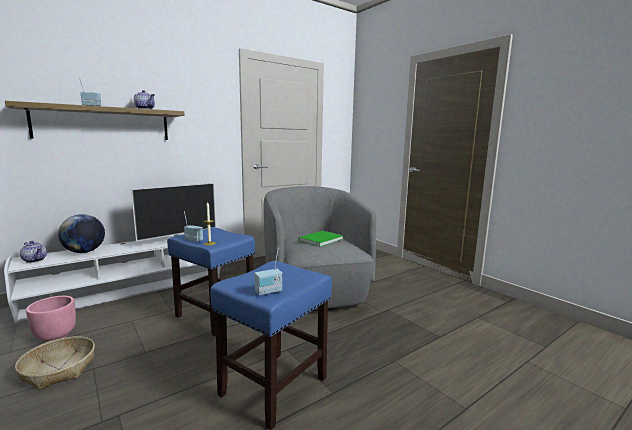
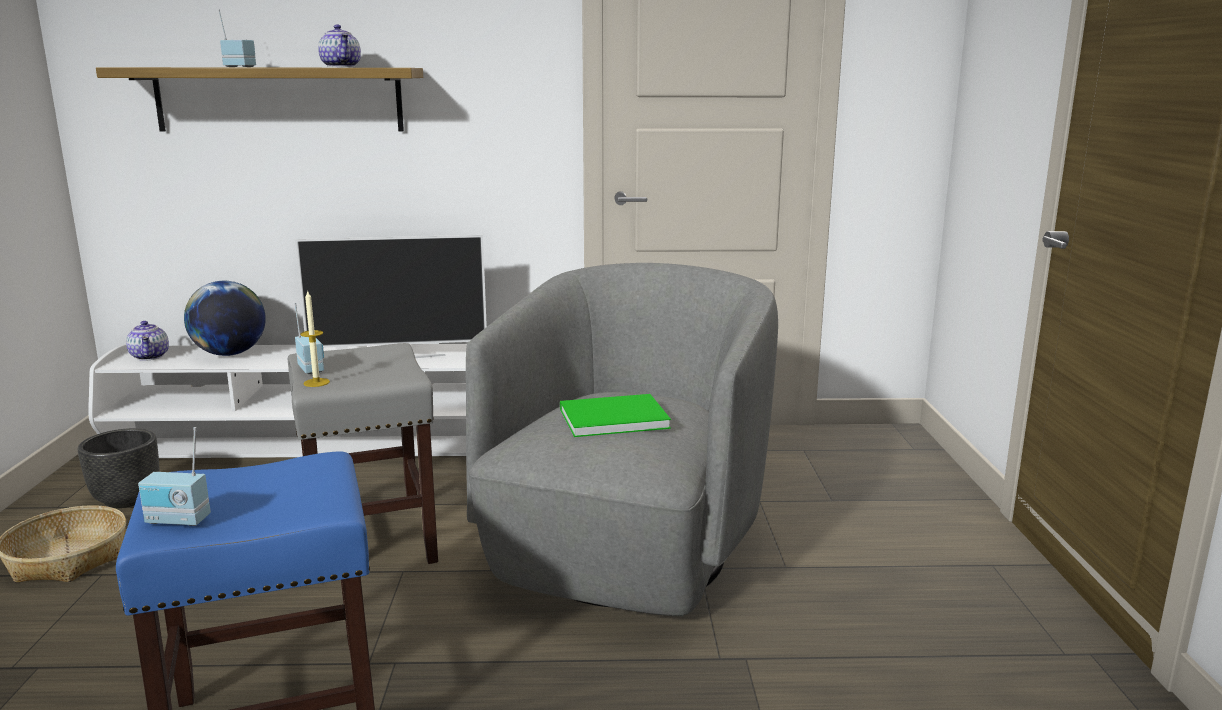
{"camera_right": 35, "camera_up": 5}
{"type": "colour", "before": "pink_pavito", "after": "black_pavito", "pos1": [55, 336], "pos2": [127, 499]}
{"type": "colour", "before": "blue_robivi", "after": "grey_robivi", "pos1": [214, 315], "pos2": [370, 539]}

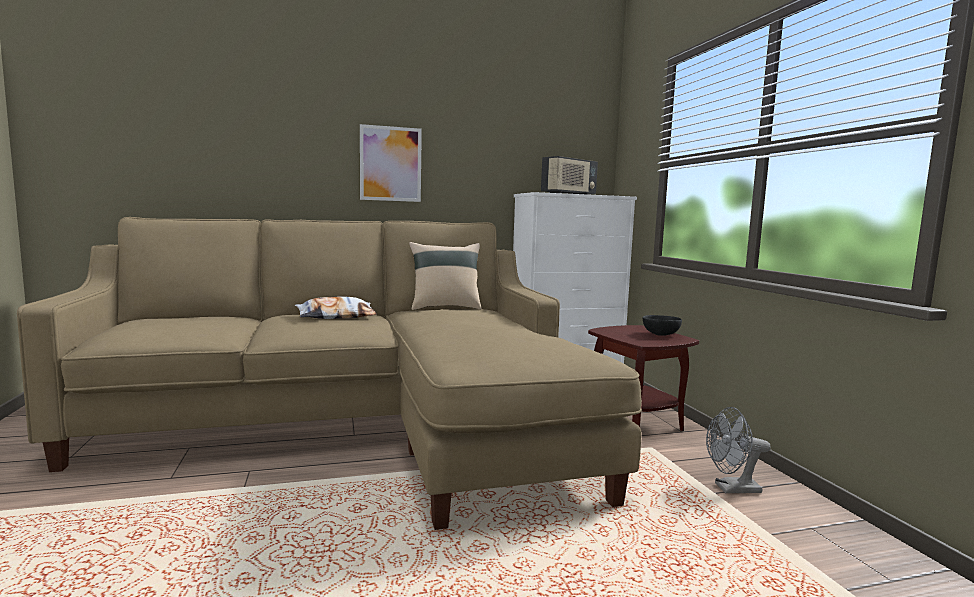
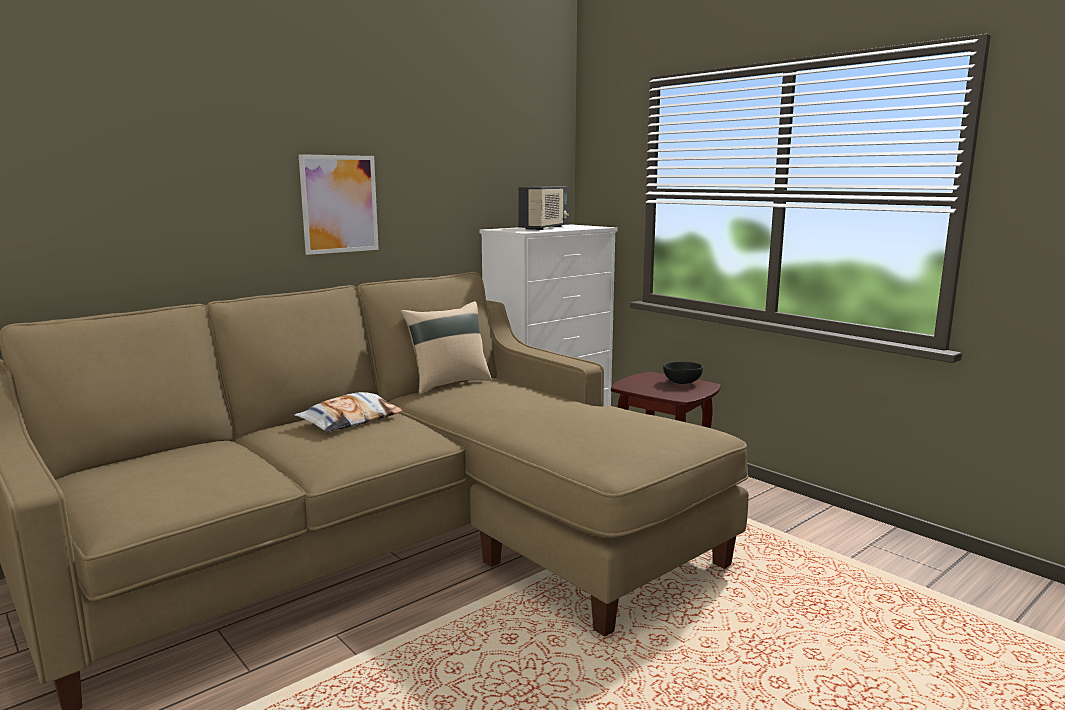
{"camera_right": -25, "camera_up": 5}
{"type": "missing", "before": "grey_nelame", "pos1": [731, 489]}

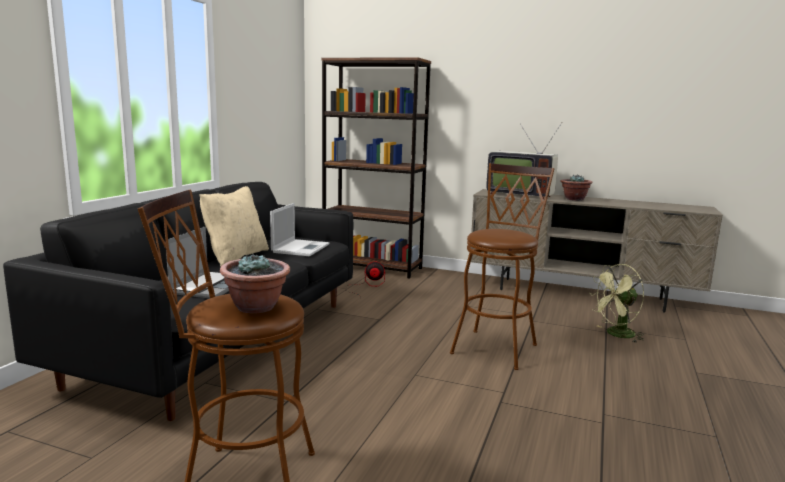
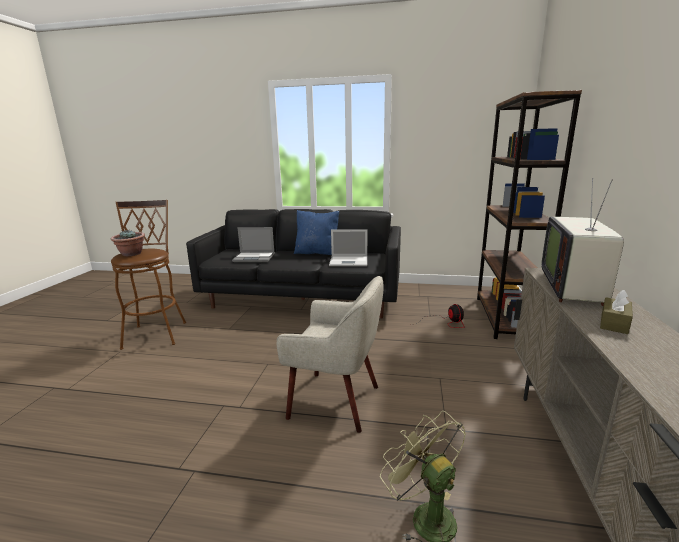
{"camera_right": 80, "camera_up": 5}
{"type": "exchanged", "before": "brown_robivi", "after": "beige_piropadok", "pos1": [497, 346], "pos2": [336, 401]}
{"type": "exchanged", "before": "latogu", "after": "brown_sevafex", "pos1": [574, 199], "pos2": [614, 323]}
{"type": "colour", "before": "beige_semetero", "after": "blue_semetero", "pos1": [235, 256], "pos2": [317, 253]}

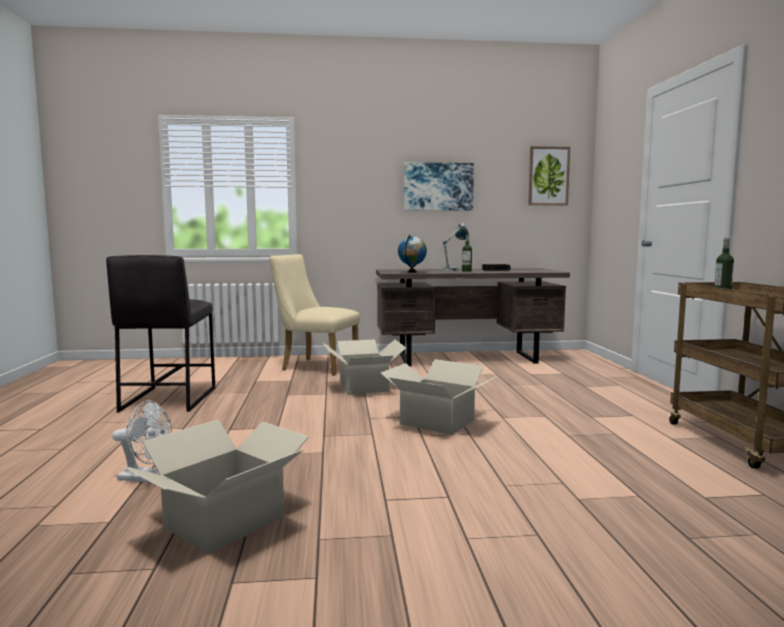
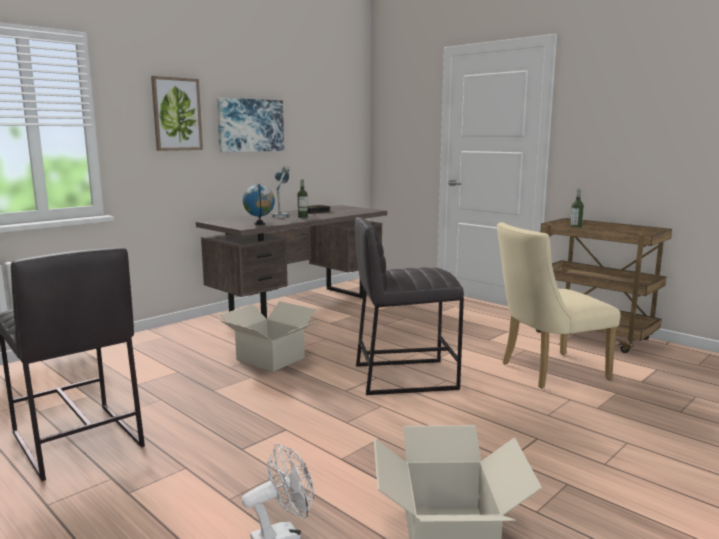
{"camera_right": -40, "camera_up": 5}
{"type": "relocated", "before": "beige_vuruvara", "pos1": [315, 366], "pos2": [546, 371]}
{"type": "relocated", "before": "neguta", "pos1": [548, 176], "pos2": [176, 114]}
{"type": "exchanged", "before": "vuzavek", "after": "grey_robivi", "pos1": [437, 421], "pos2": [404, 376]}

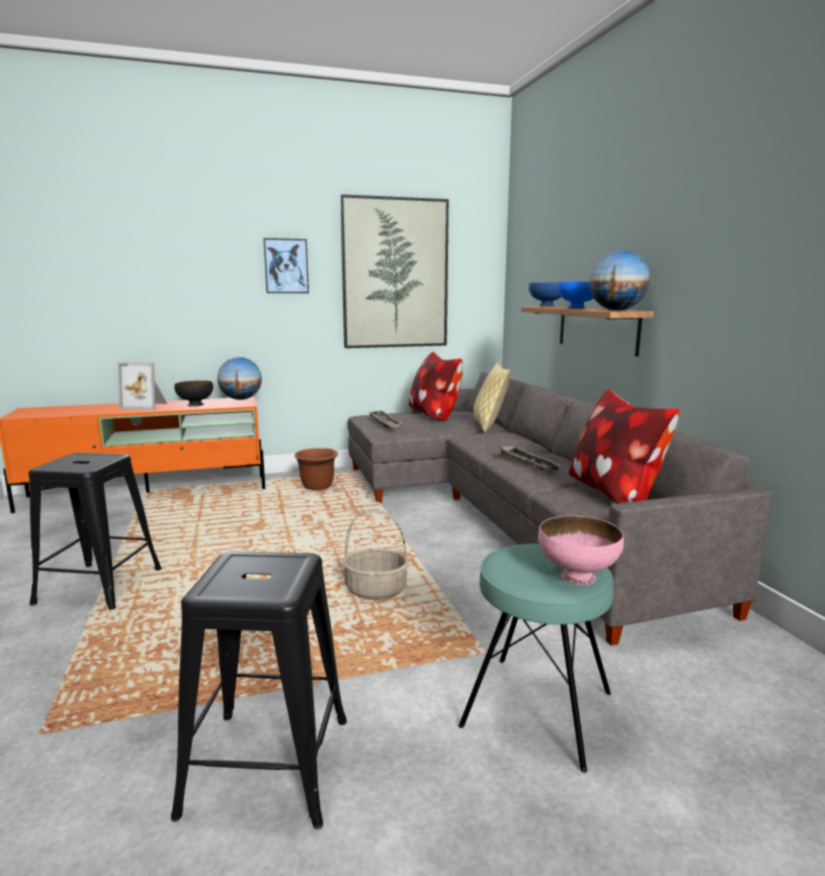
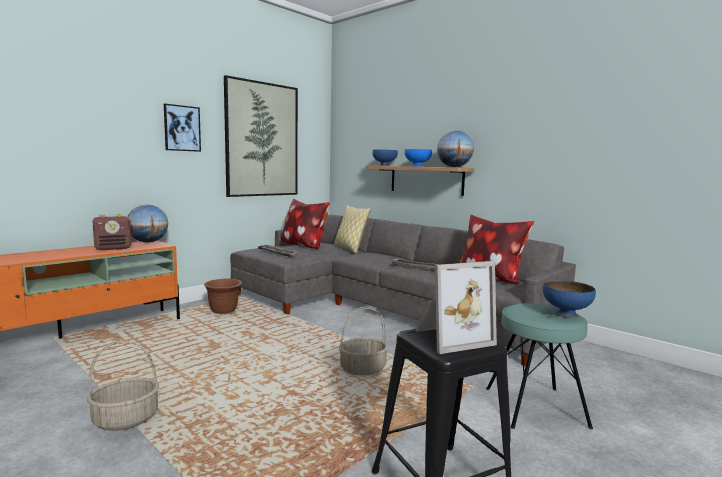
{"camera_right": -30, "camera_up": -5}
{"type": "relocated", "before": "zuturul", "pos1": [146, 406], "pos2": [450, 337]}
{"type": "exchanged", "before": "black_robivi", "after": "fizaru", "pos1": [99, 586], "pos2": [125, 420]}
{"type": "exchanged", "before": "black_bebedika", "after": "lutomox", "pos1": [195, 405], "pos2": [113, 248]}
{"type": "colour", "before": "pink_bebedika", "after": "blue_bebedika", "pos1": [577, 576], "pos2": [566, 314]}

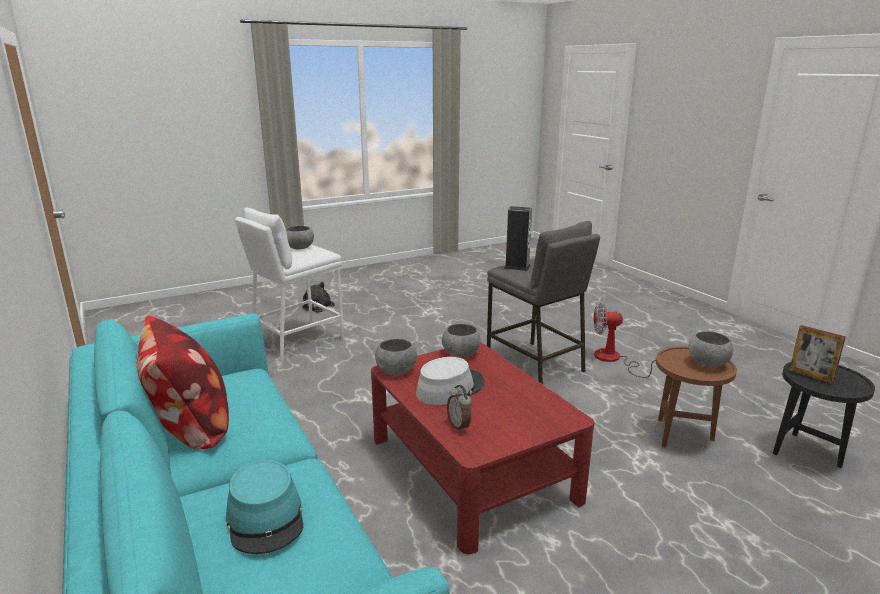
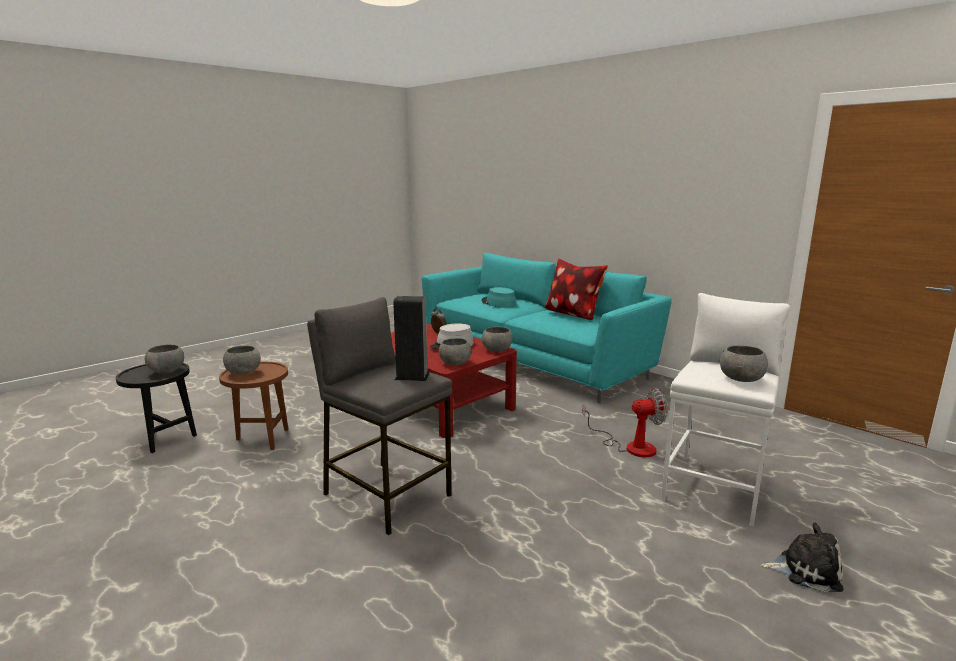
{"camera_right": 165, "camera_up": -5}
{"type": "relocated", "before": "nelame", "pos1": [614, 360], "pos2": [630, 446]}
{"type": "exchanged", "before": "zuturul", "after": "grey_bebedika", "pos1": [811, 376], "pos2": [166, 371]}

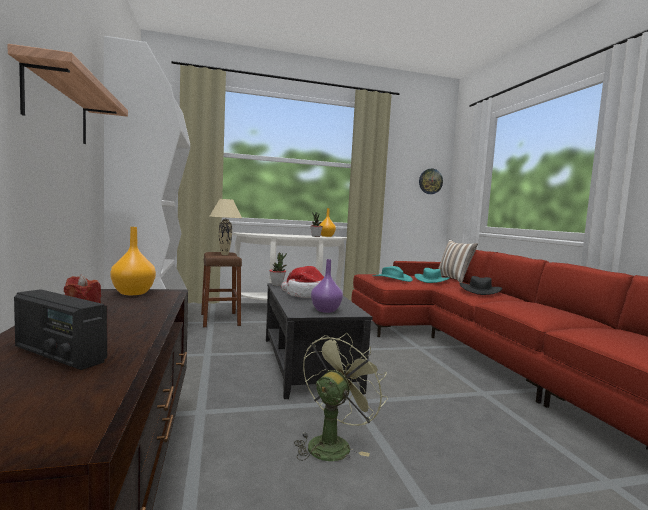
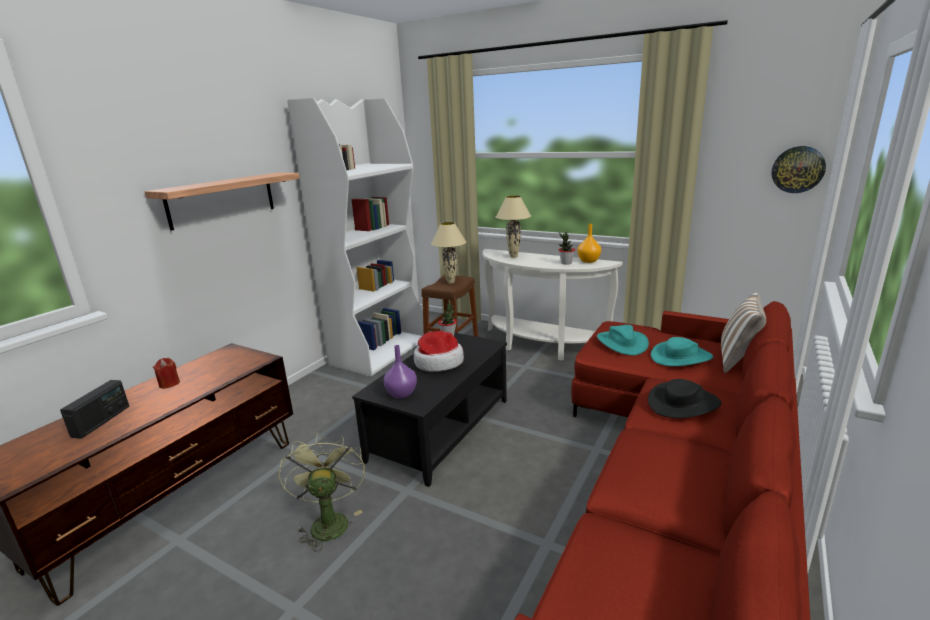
{"camera_right": 45, "camera_up": 15}
{"type": "missing", "before": "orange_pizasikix", "pos1": [133, 293]}
{"type": "appeared", "after": "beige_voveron", "pos2": [513, 257]}
{"type": "spun", "before": "lutomox", "pos1": [59, 355], "pos2": [101, 421], "turn": -150}
{"type": "spun", "before": "green_nelame", "pos1": [333, 443], "pos2": [328, 521], "turn": -90}

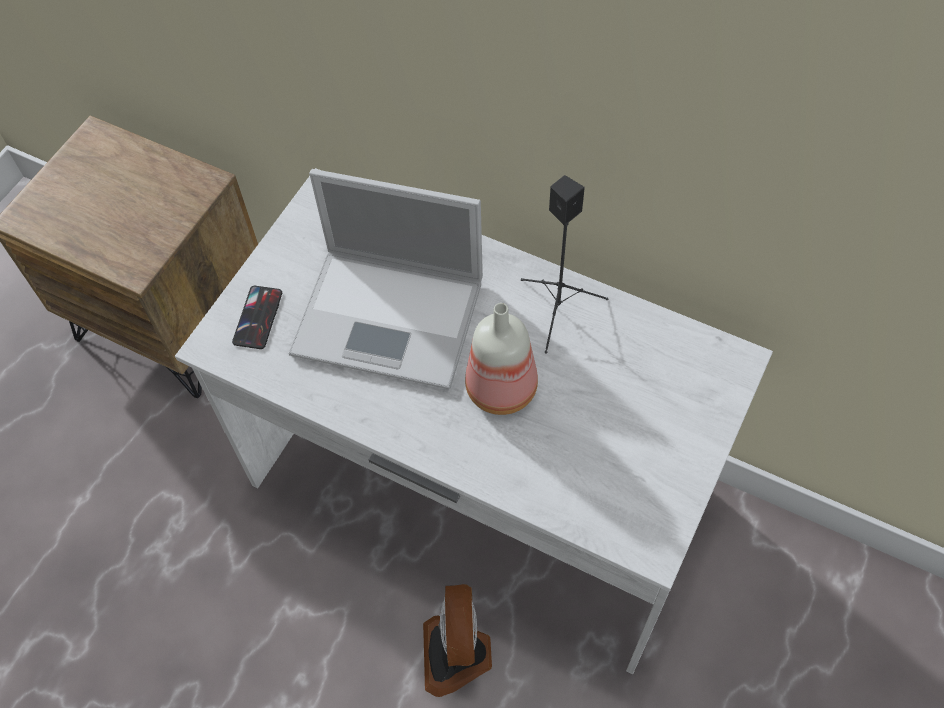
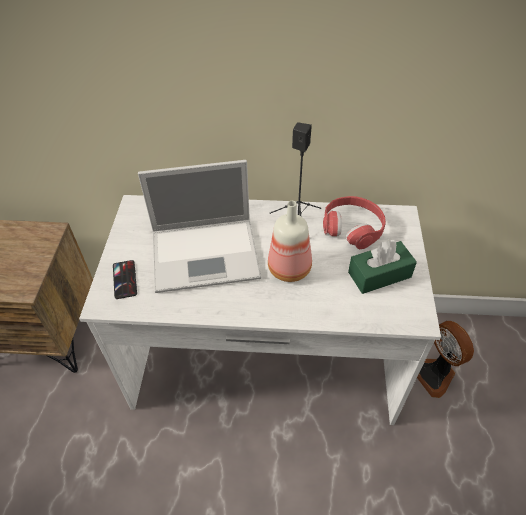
{"camera_right": -25, "camera_up": -10}
{"type": "appeared", "after": "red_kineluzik", "pos2": [352, 227]}
{"type": "appeared", "after": "green_sevafex", "pos2": [379, 274]}
{"type": "relocated", "before": "nelame", "pos1": [458, 654], "pos2": [434, 373]}

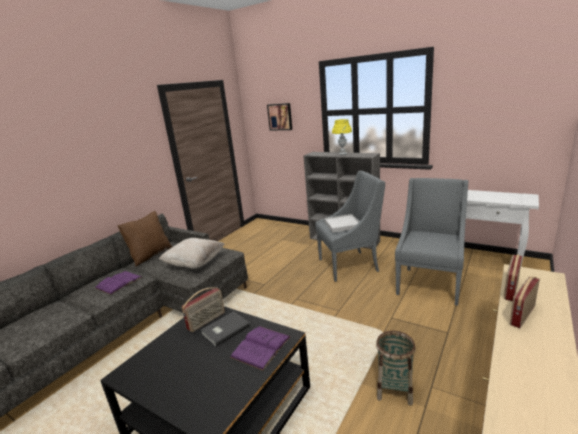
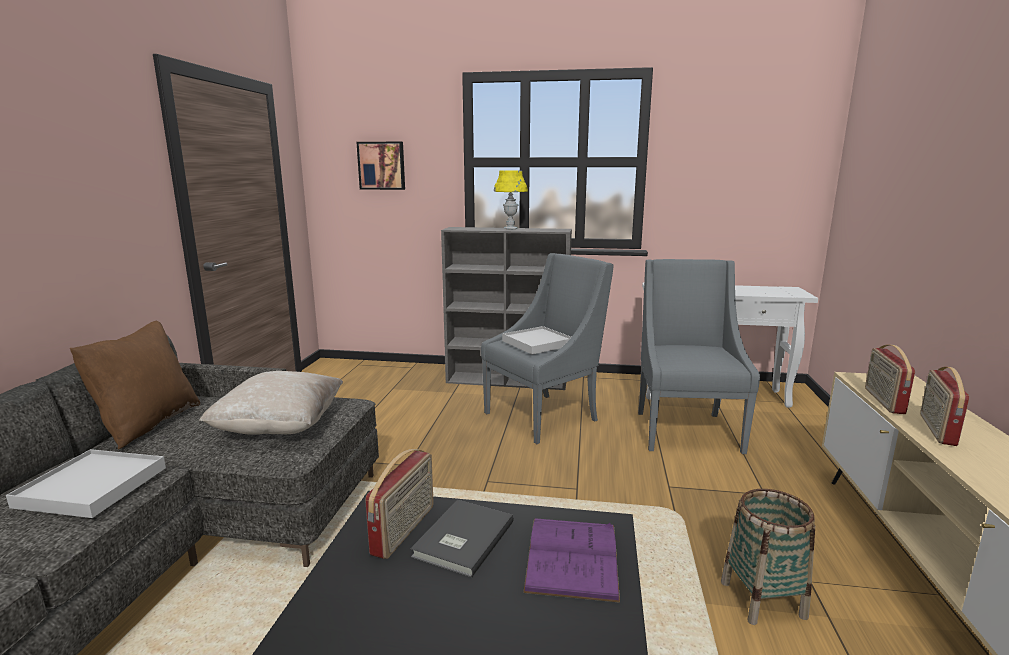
{"camera_right": -25, "camera_up": -5}
{"type": "exchanged", "before": "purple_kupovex", "after": "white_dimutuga", "pos1": [119, 282], "pos2": [92, 487]}

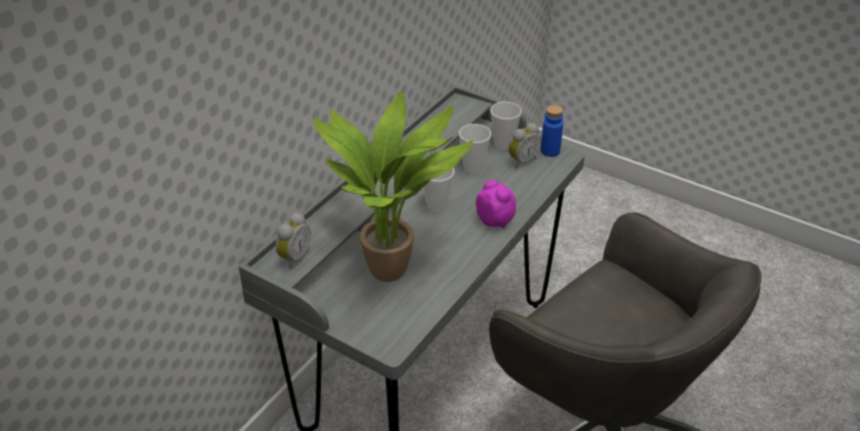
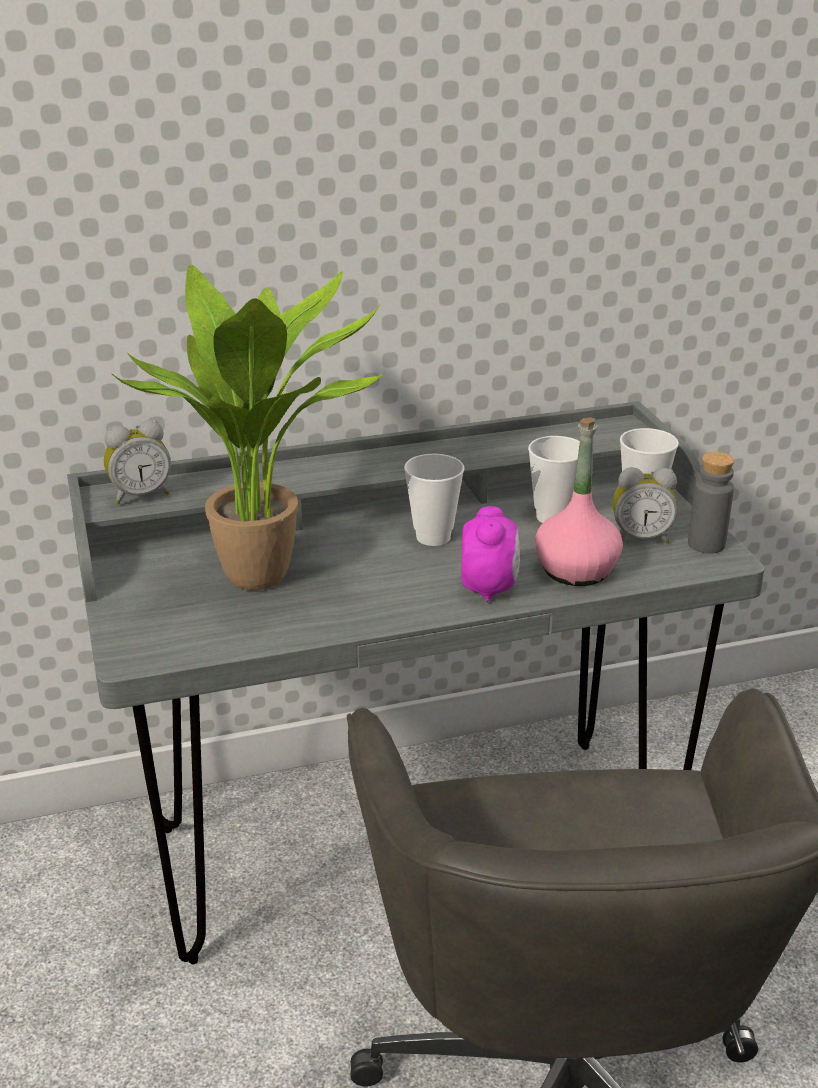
{"camera_right": 40, "camera_up": -10}
{"type": "appeared", "after": "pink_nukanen", "pos2": [576, 570]}
{"type": "colour", "before": "blue_nukanen", "after": "grey_nukanen", "pos1": [550, 151], "pos2": [706, 544]}

